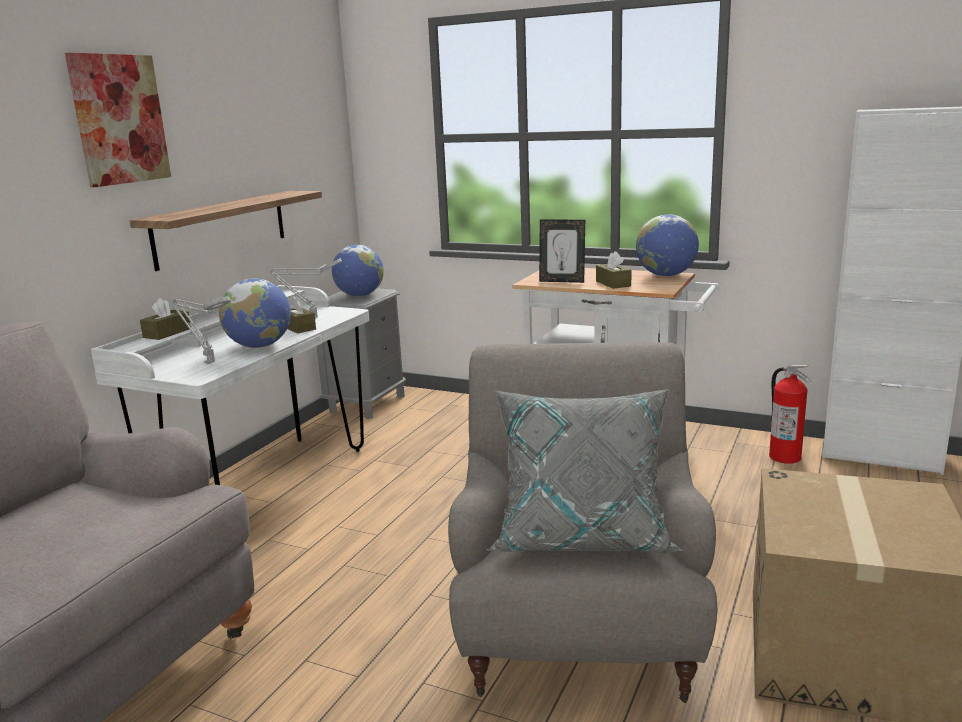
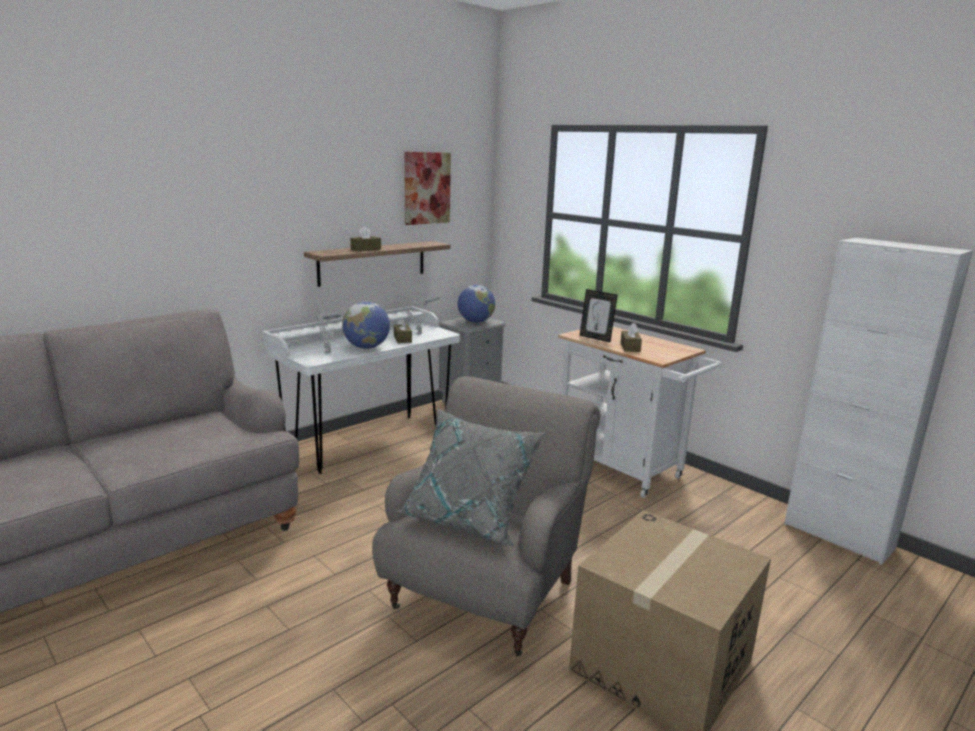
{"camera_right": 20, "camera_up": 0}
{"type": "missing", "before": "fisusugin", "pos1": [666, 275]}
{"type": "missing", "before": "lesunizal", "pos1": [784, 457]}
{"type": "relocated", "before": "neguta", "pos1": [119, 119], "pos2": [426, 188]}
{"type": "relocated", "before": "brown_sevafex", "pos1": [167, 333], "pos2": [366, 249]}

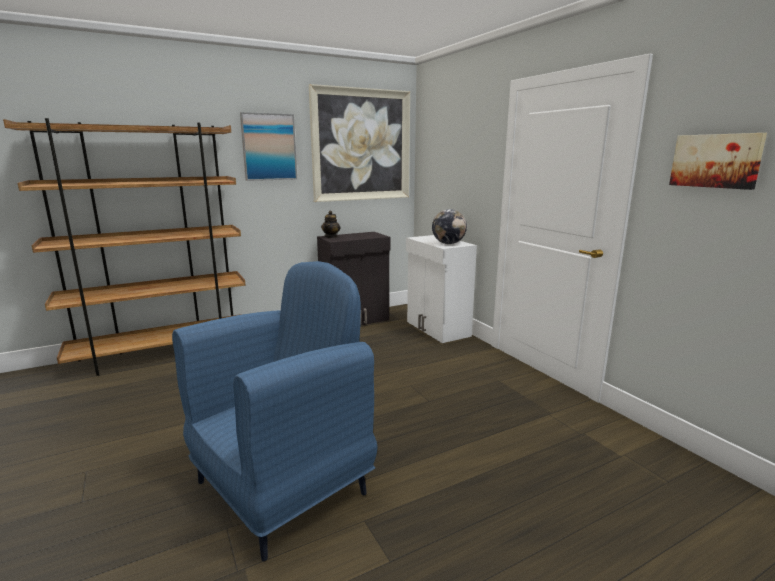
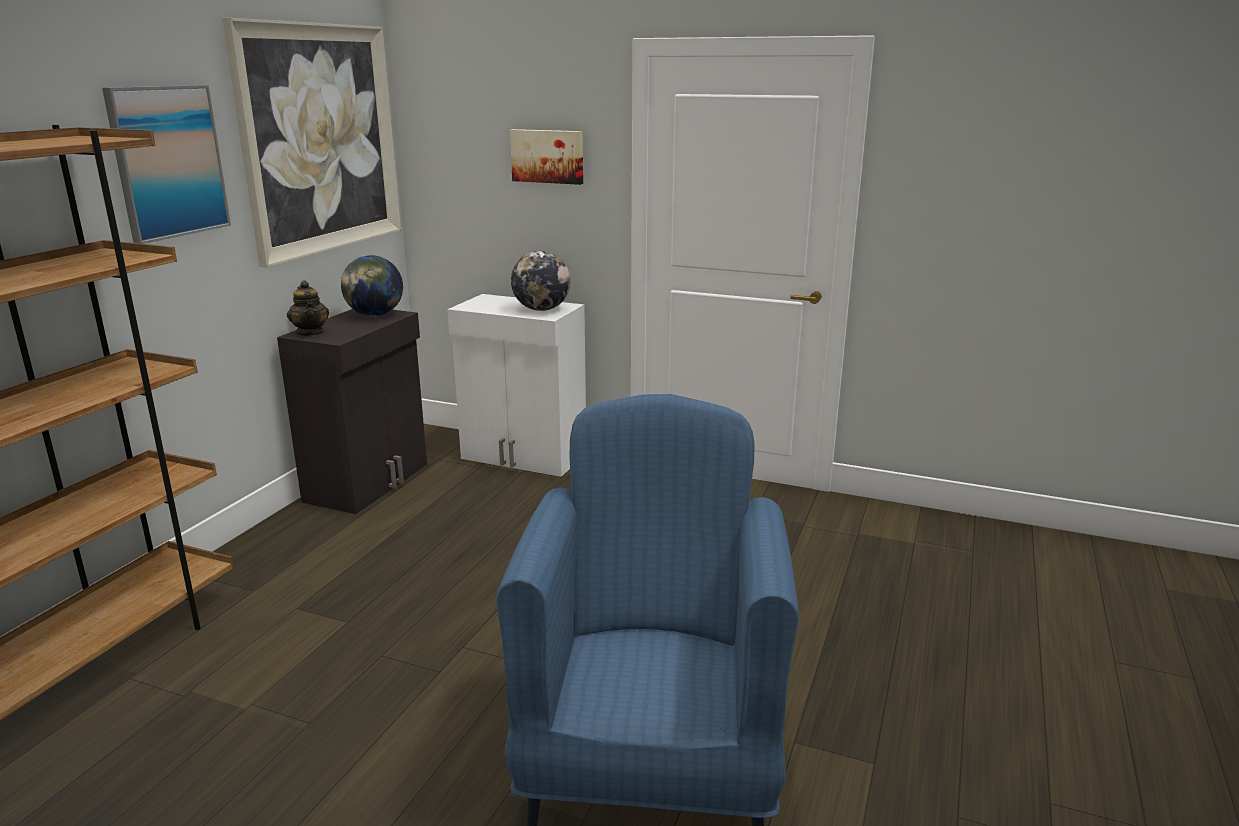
{"camera_right": -40, "camera_up": 5}
{"type": "appeared", "after": "fisusugin", "pos2": [375, 315]}
{"type": "relocated", "before": "neguta", "pos1": [716, 161], "pos2": [548, 156]}

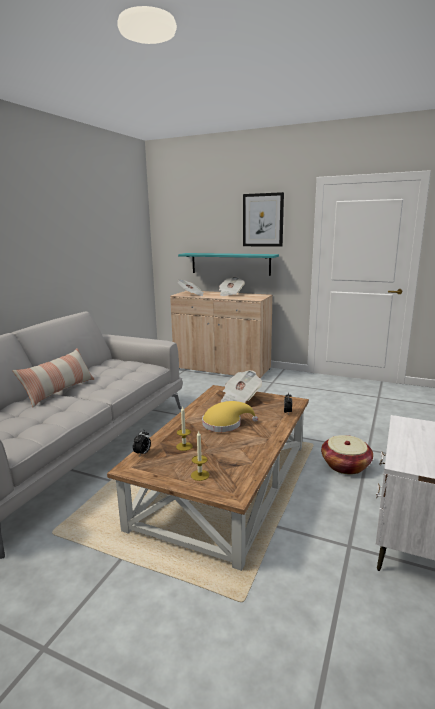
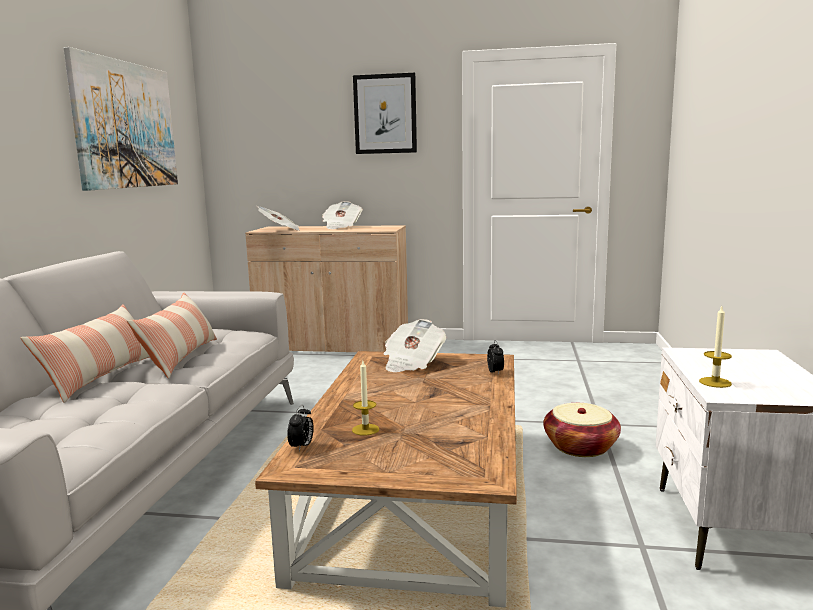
{"camera_right": -15, "camera_up": -5}
{"type": "missing", "before": "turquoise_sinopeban", "pos1": [230, 264]}
{"type": "missing", "before": "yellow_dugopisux", "pos1": [225, 424]}
{"type": "appeared", "after": "neguta", "pos2": [125, 125]}
{"type": "appeared", "after": "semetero", "pos2": [181, 357]}
{"type": "relocated", "before": "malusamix", "pos1": [200, 475], "pos2": [715, 382]}

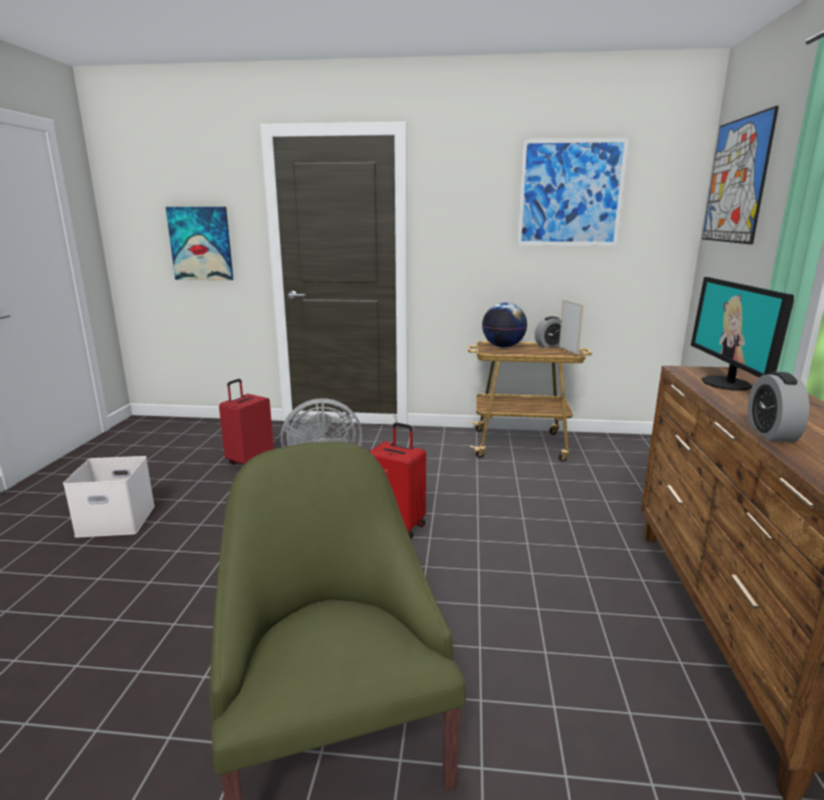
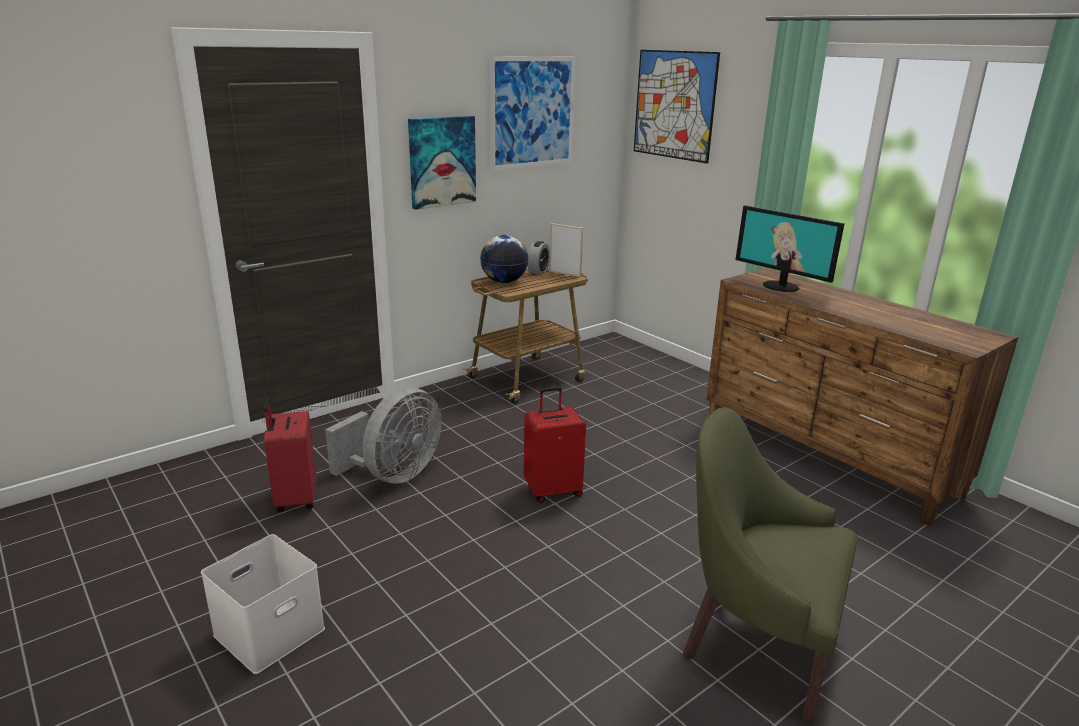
{"camera_right": -45, "camera_up": 5}
{"type": "missing", "before": "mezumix", "pos1": [771, 433]}
{"type": "relocated", "before": "neguta", "pos1": [201, 243], "pos2": [442, 161]}

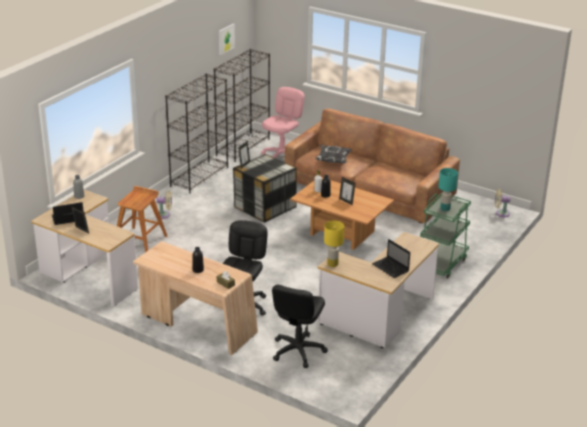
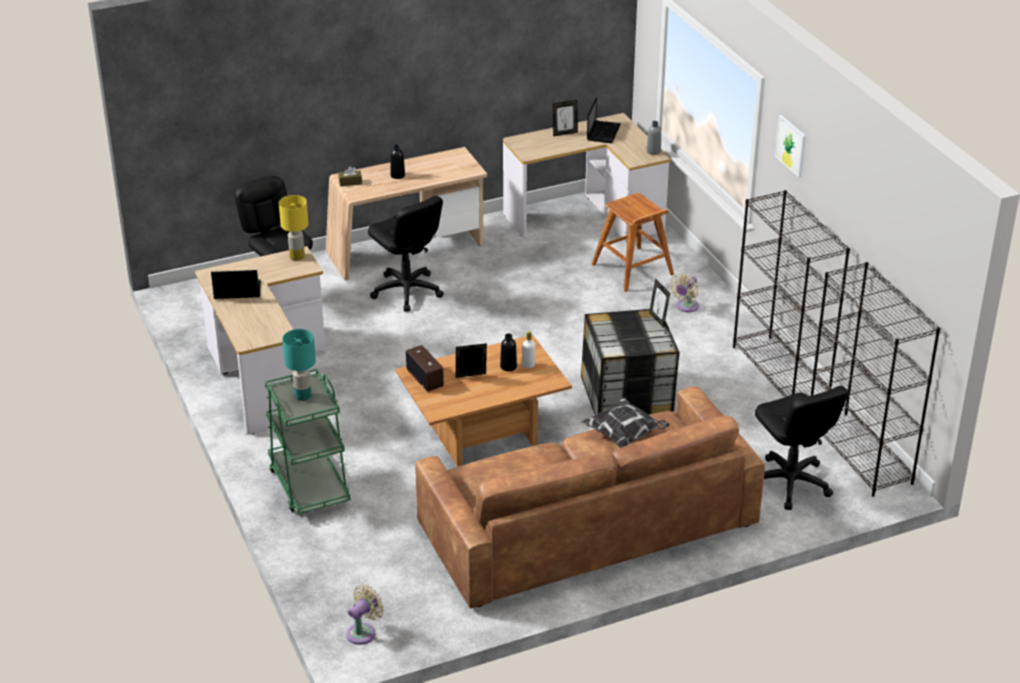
{"camera_right": 125, "camera_up": 5}
{"type": "appeared", "after": "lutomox", "pos2": [425, 378]}
{"type": "relocated", "before": "neguta", "pos1": [226, 39], "pos2": [791, 145]}
{"type": "colour", "before": "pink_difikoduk", "after": "black_difikoduk", "pos1": [282, 156], "pos2": [790, 483]}

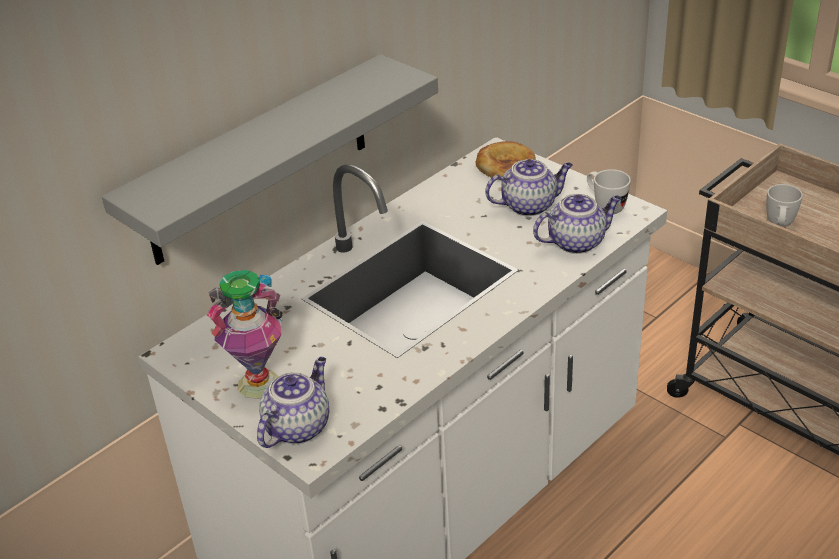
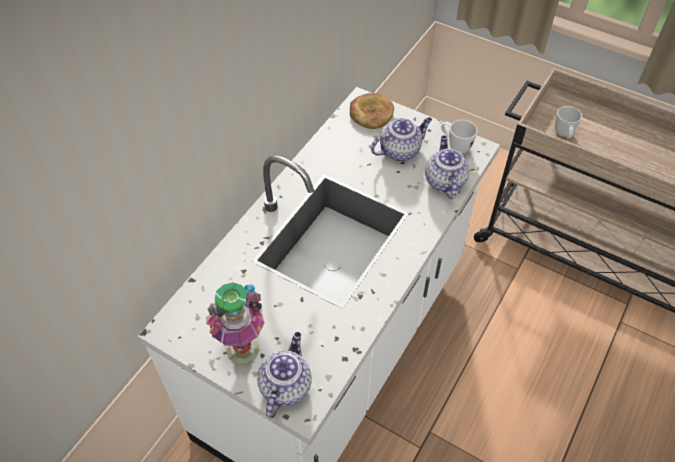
{"camera_right": -15, "camera_up": 15}
{"type": "missing", "before": "grey_sinopeban", "pos1": [259, 161]}
{"type": "spun", "before": "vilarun", "pos1": [577, 242], "pos2": [444, 181], "turn": -60}

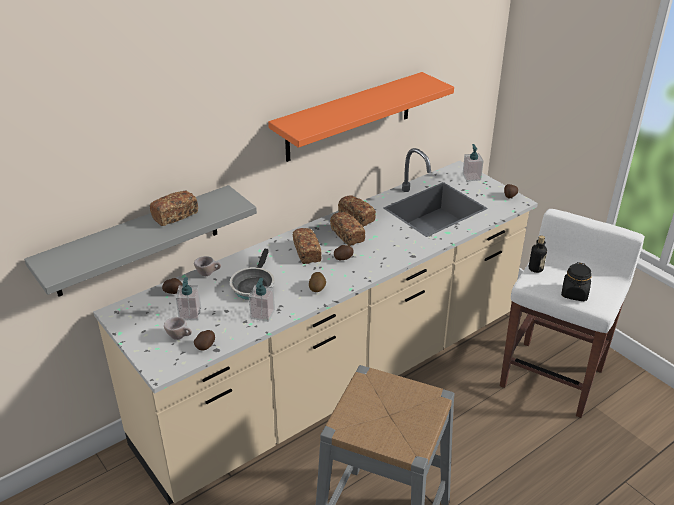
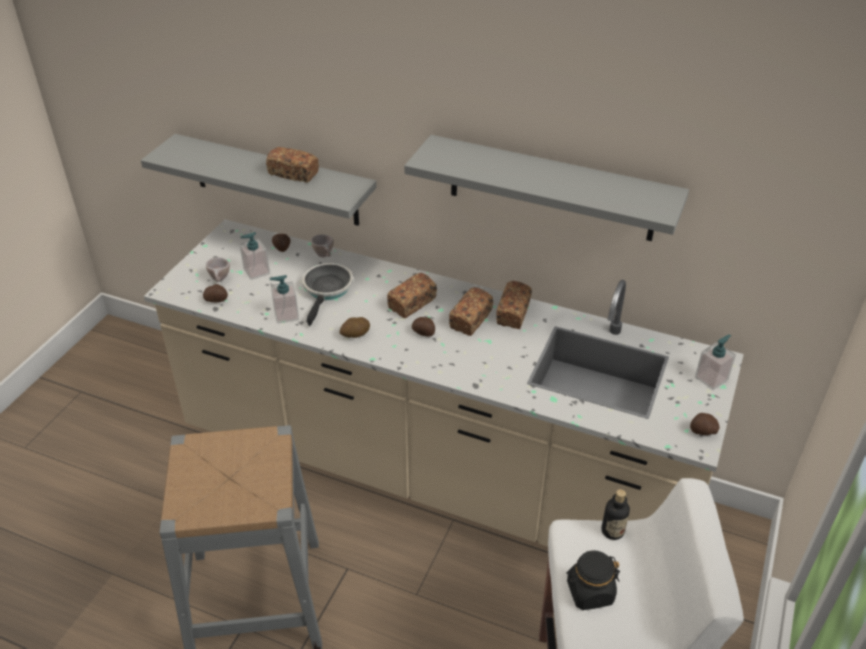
{"camera_right": 60, "camera_up": 5}
{"type": "colour", "before": "orange_sinopeban", "after": "grey_sinopeban", "pos1": [349, 117], "pos2": [551, 189]}
{"type": "spun", "before": "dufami", "pos1": [253, 285], "pos2": [327, 290], "turn": 120}

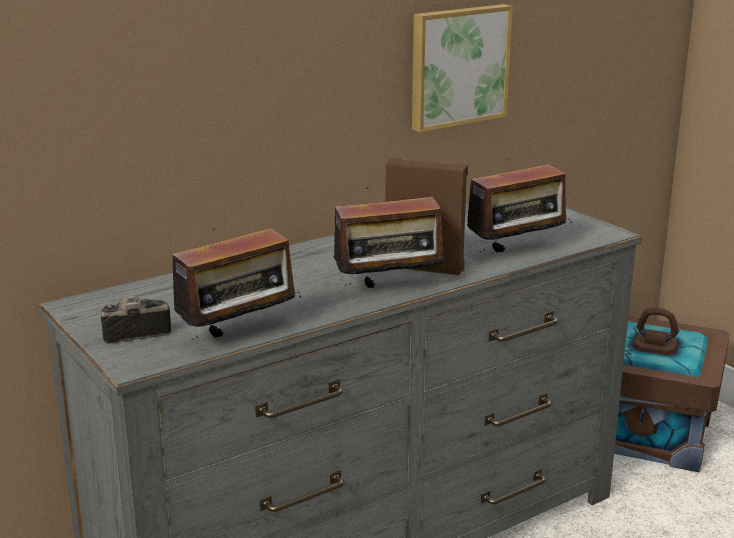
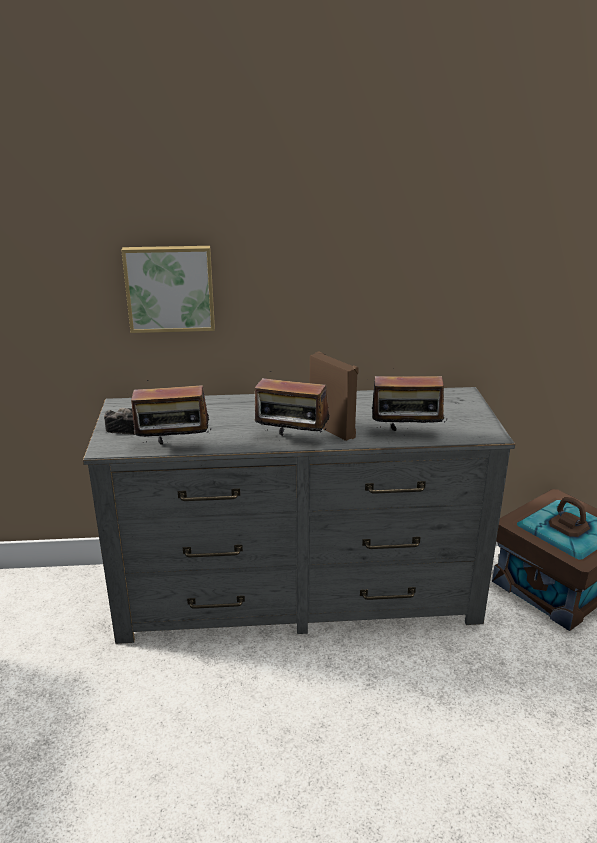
{"camera_right": 30, "camera_up": 5}
{"type": "relocated", "before": "neguta", "pos1": [457, 66], "pos2": [170, 288]}

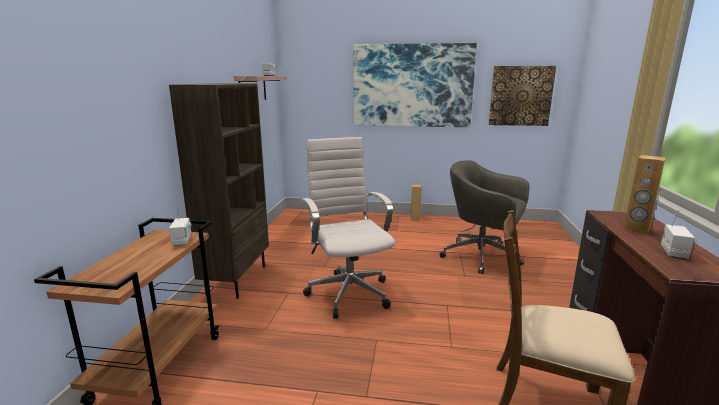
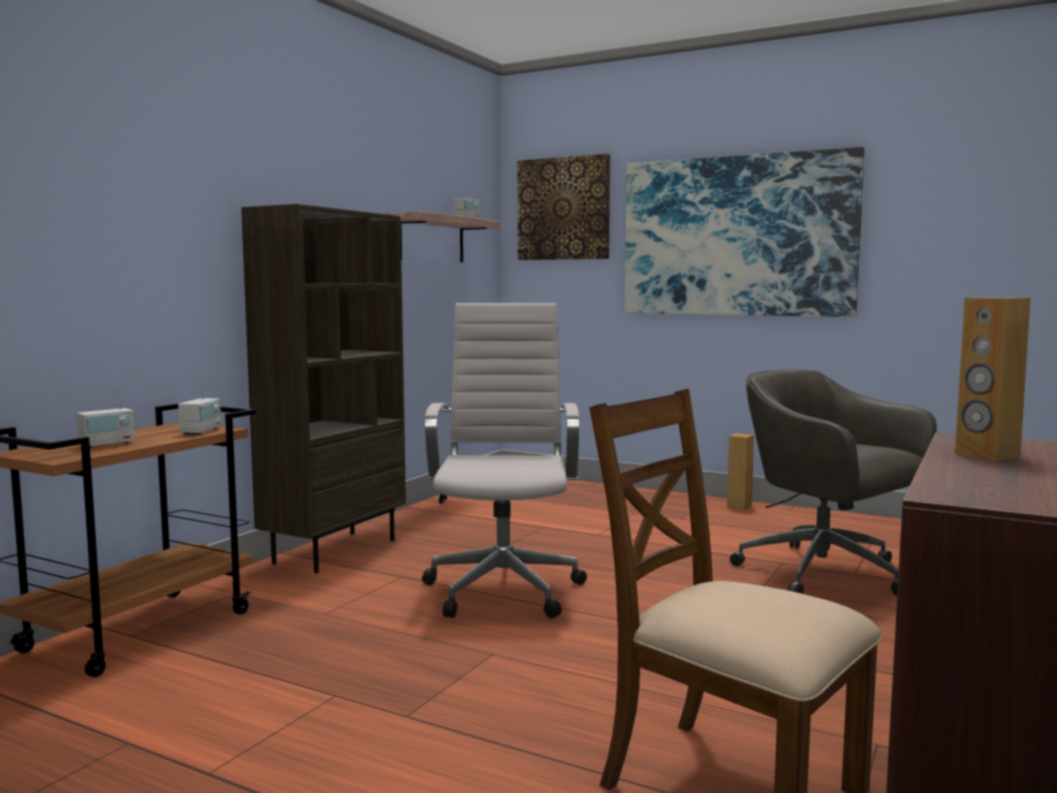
{"camera_right": 20, "camera_up": -10}
{"type": "relocated", "before": "neguta", "pos1": [520, 96], "pos2": [563, 209]}
{"type": "relocated", "before": "lutomox", "pos1": [674, 252], "pos2": [107, 444]}

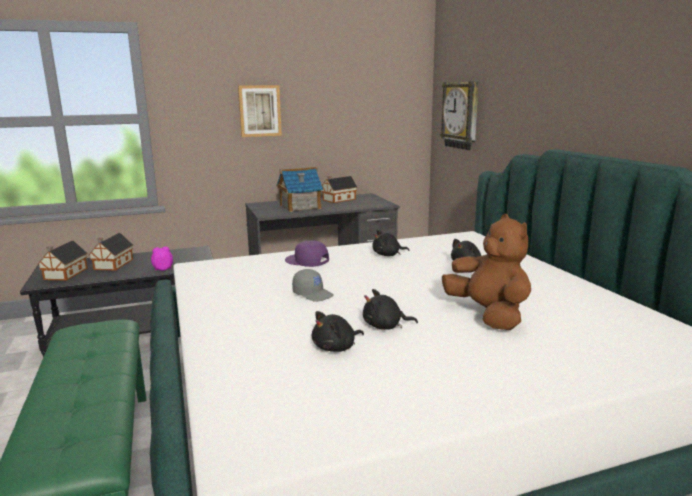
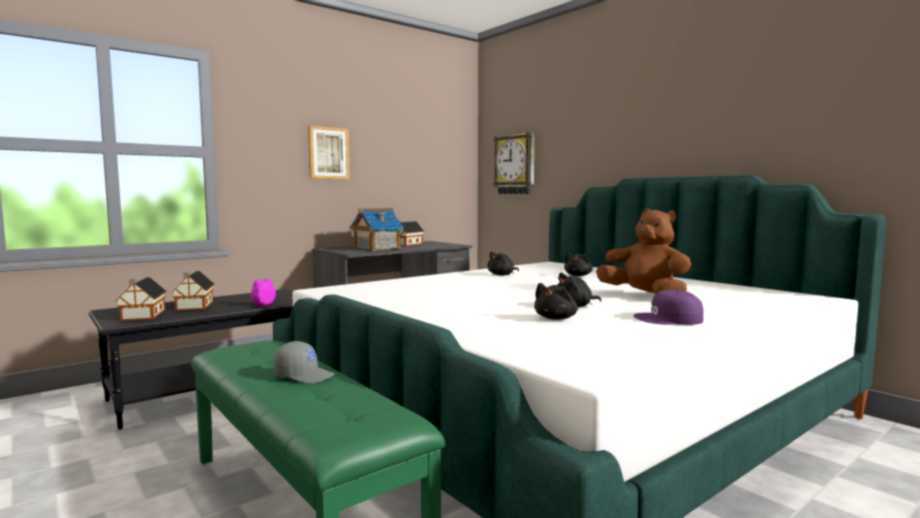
{"camera_right": -20, "camera_up": -10}
{"type": "relocated", "before": "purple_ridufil", "pos1": [307, 260], "pos2": [669, 319]}
{"type": "relocated", "before": "grey_ridufil", "pos1": [313, 294], "pos2": [304, 375]}

